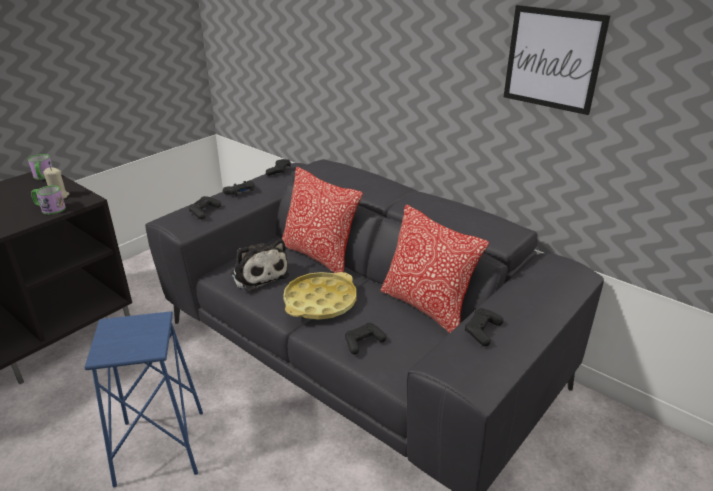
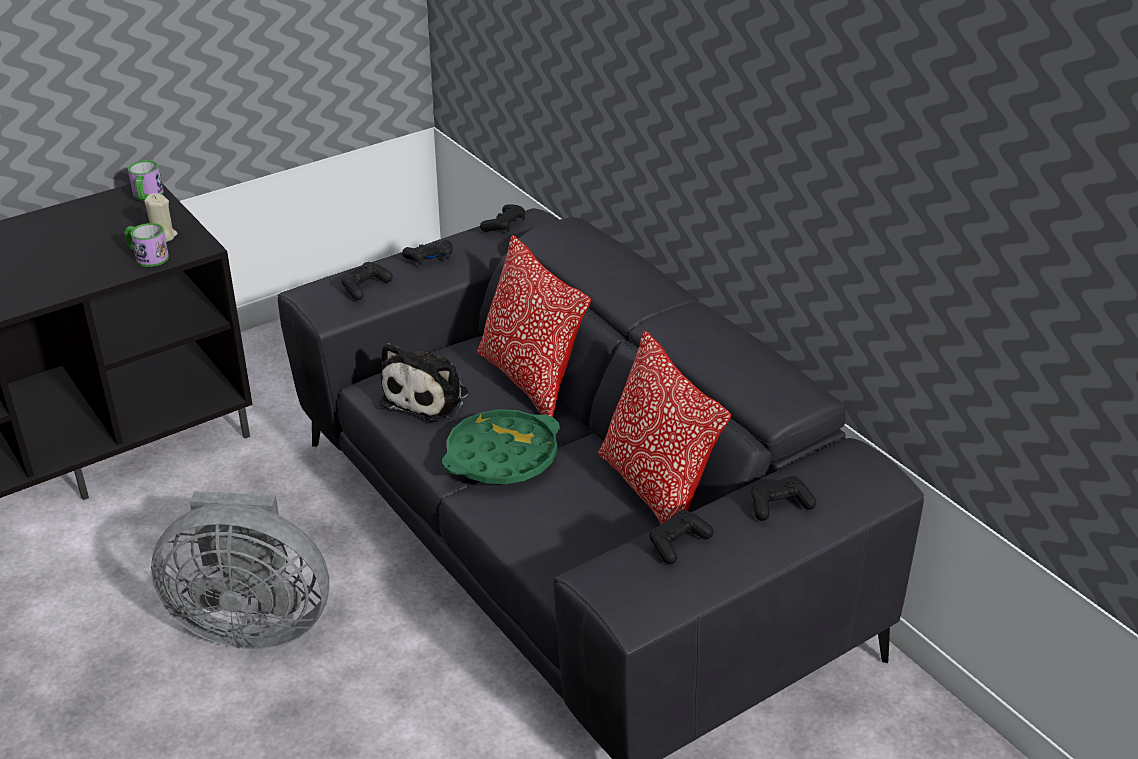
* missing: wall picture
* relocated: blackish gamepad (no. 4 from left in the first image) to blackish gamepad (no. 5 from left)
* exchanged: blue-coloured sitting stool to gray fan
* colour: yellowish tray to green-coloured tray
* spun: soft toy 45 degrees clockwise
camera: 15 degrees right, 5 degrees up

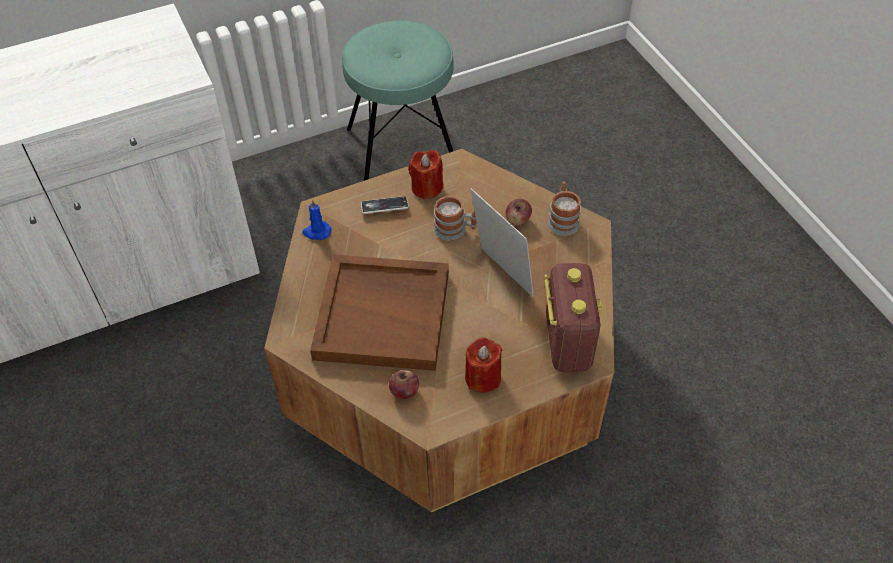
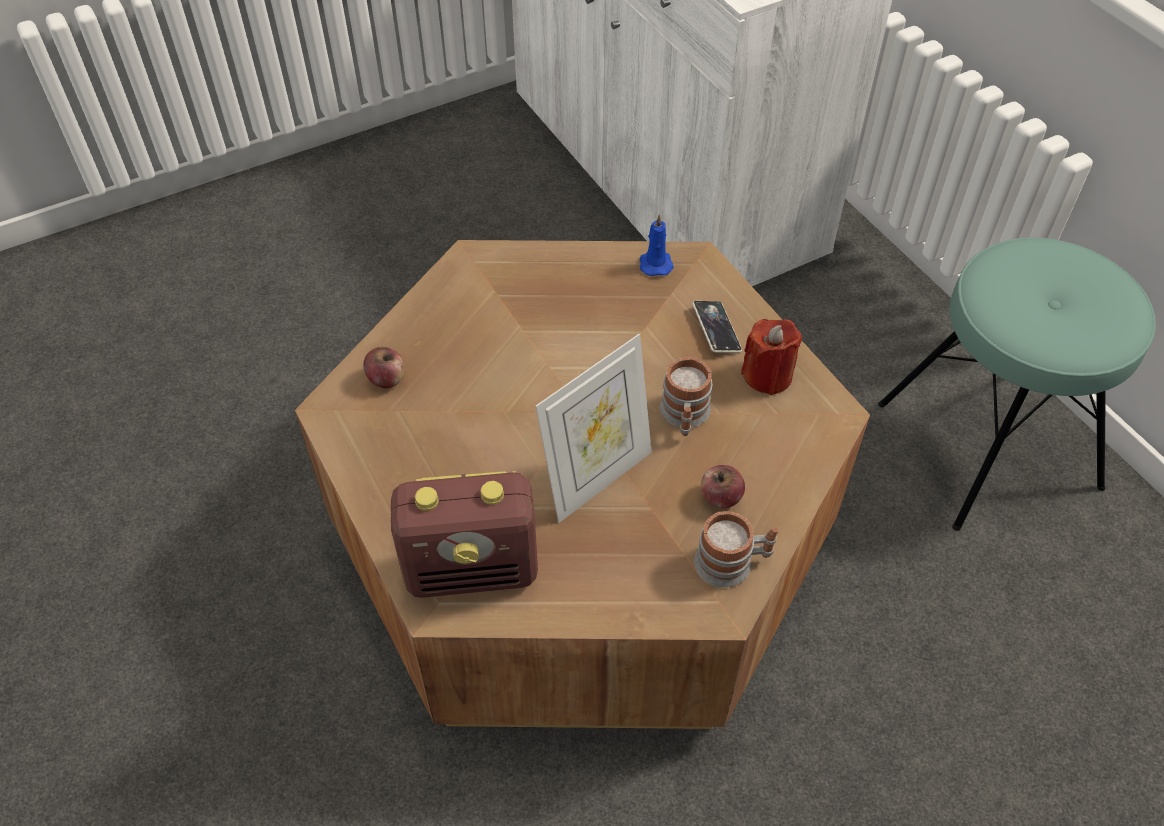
* missing: brownish tray
* missing: red wax light (no. 2 from left)
camera: 85 degrees right, 0 degrees up

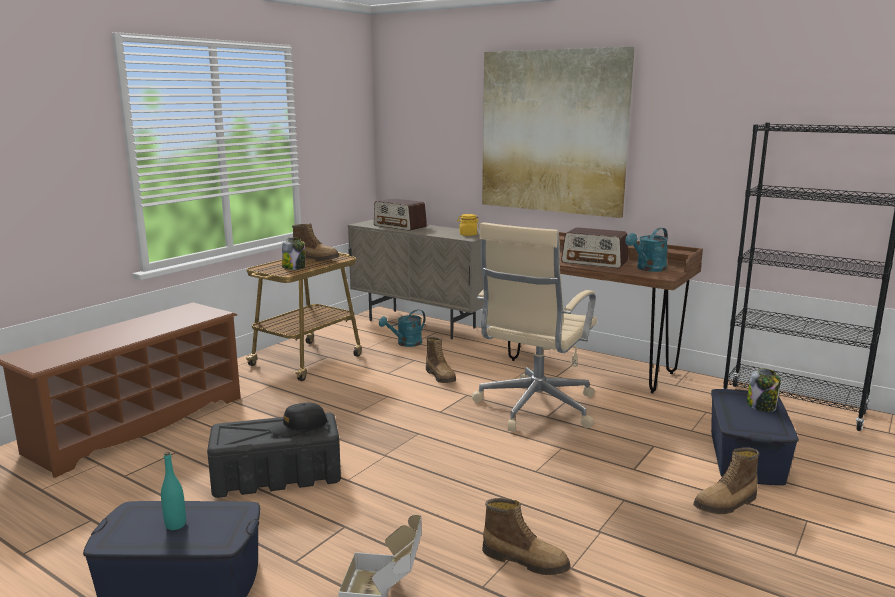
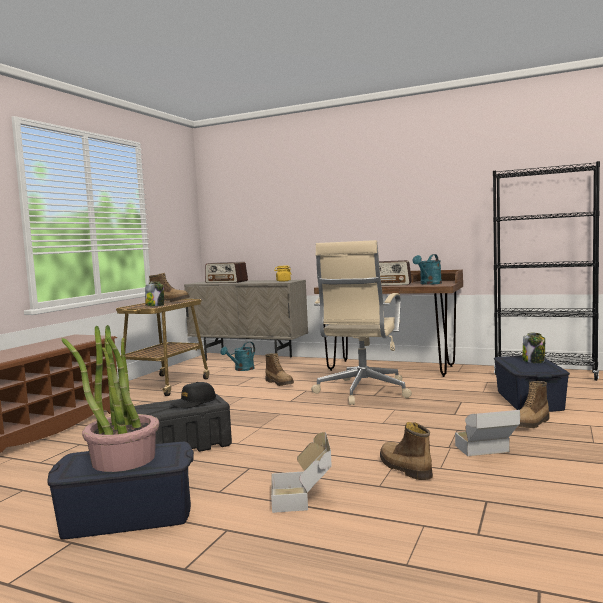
* missing: wall picture
* appeared: cardboard box (no. 2 from left)
* exchanged: turquoise-coloured bottle to potted plant
* spun: tall boot (no. 3 from left) 135 degrees counterclockwise
camera: 10 degrees left, 10 degrees down

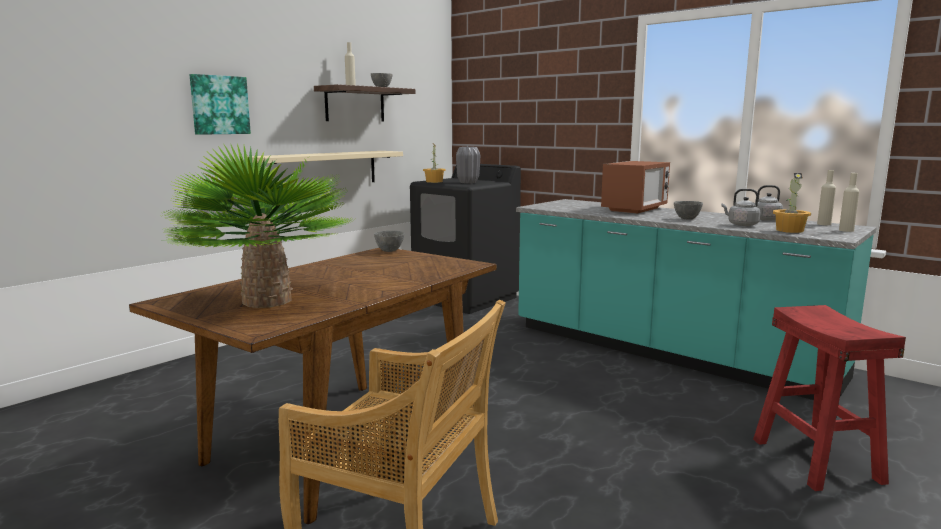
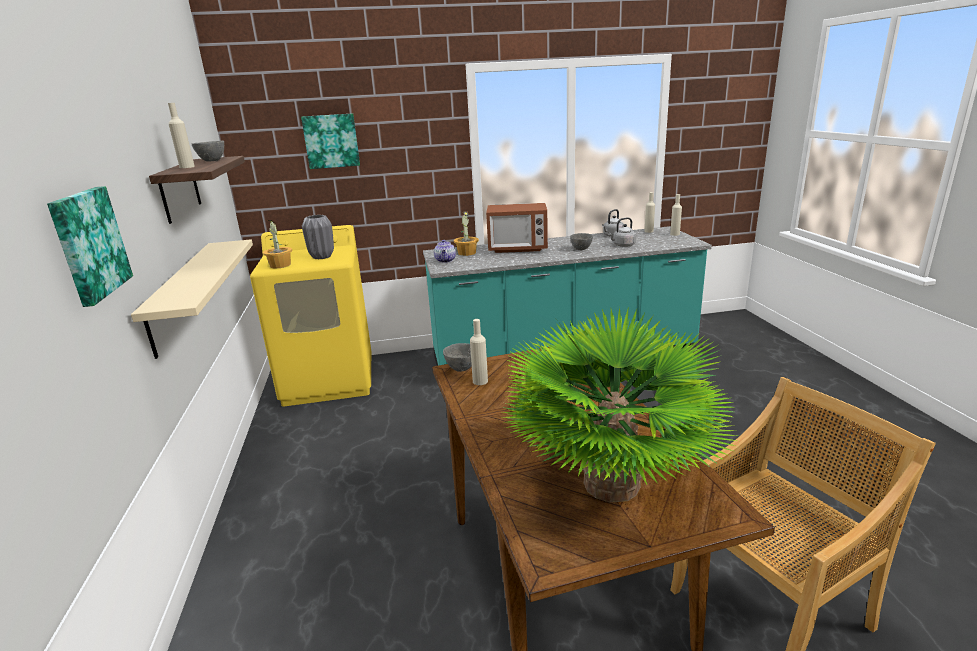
* missing: red sitting stool
* appeared: wall picture (no. 2 from left)
* appeared: pot for tea
* appeared: beige bottle (no. 2 from left)
* relocated: potted plant (no. 3 from left in the first image) to potted plant (no. 2 from left)
* colour: blackish laundry appliance to yellowish laundry appliance
* spun: microwave oven 105 degrees clockwise
camera: 50 degrees left, 10 degrees up

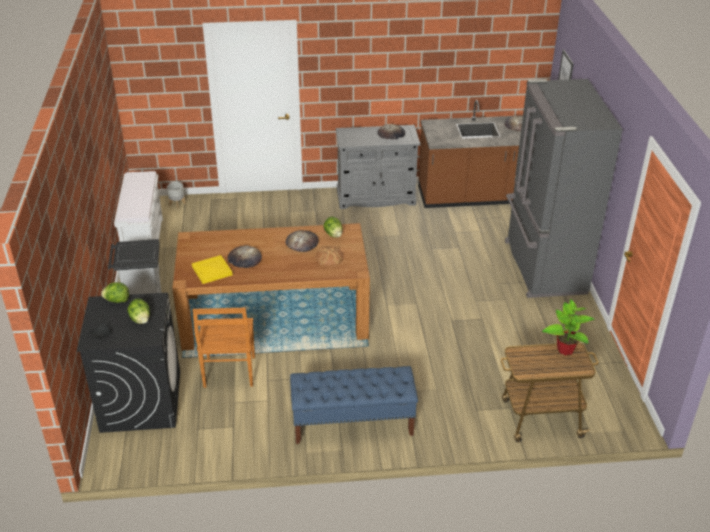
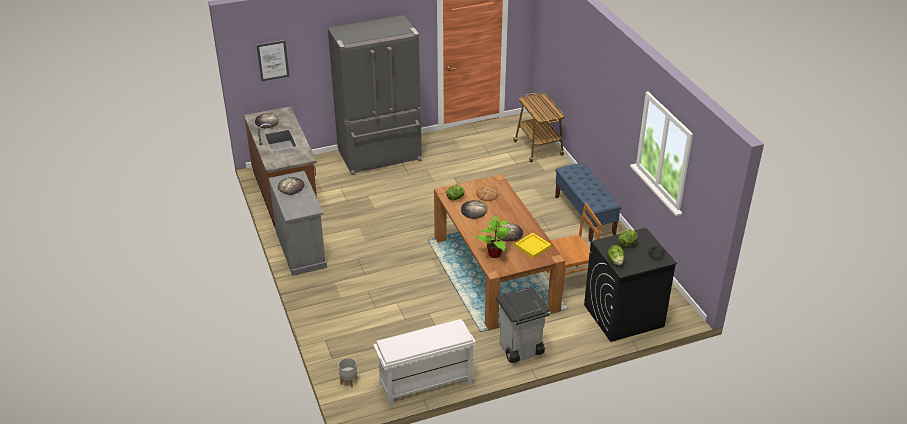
* relocated: potted plant
camera: 105 degrees left, 0 degrees up

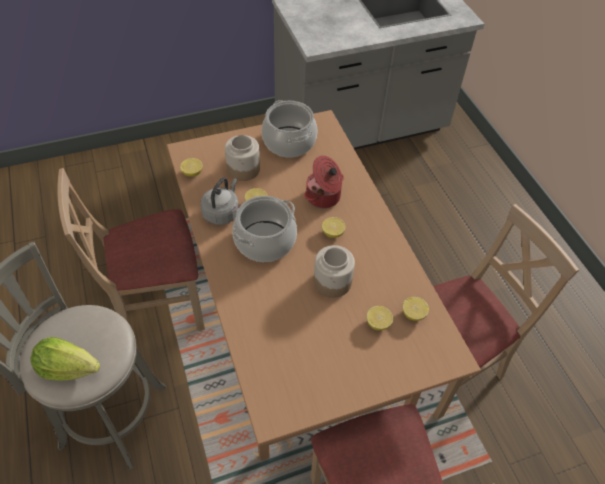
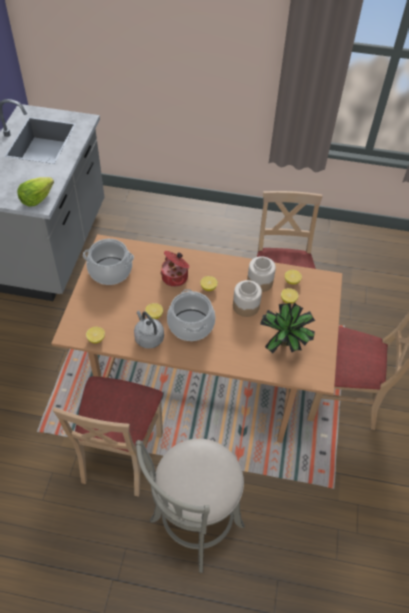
* appeared: potted plant
* relocated: lettuce
* relocated: storage jar (no. 1 from left in the first image) to storage jar (no. 2 from left)
camera: 60 degrees left, 0 degrees up

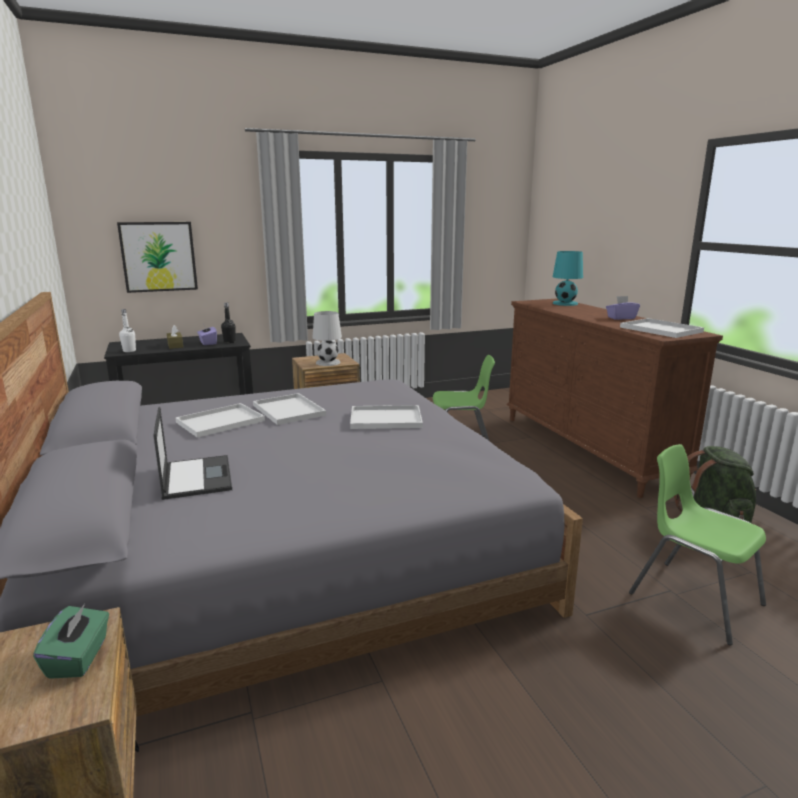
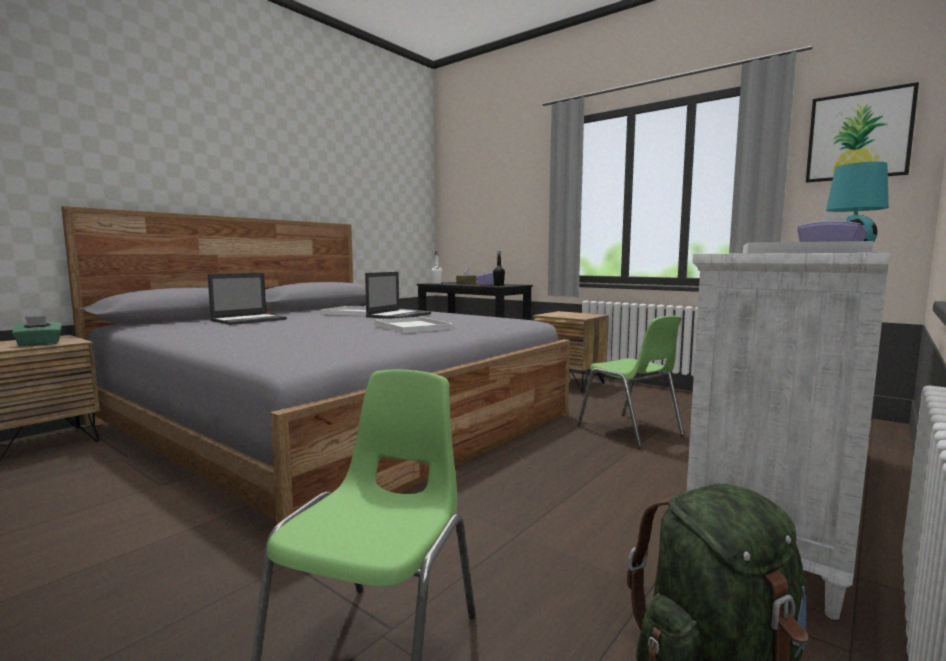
* missing: white table lamp
* relocated: wall picture
* exchanged: white tray (no. 2 from left) to laptop (no. 2 from left)
* colour: brownish chest of drawers to white chest of drawers
camera: 60 degrees right, 10 degrees down

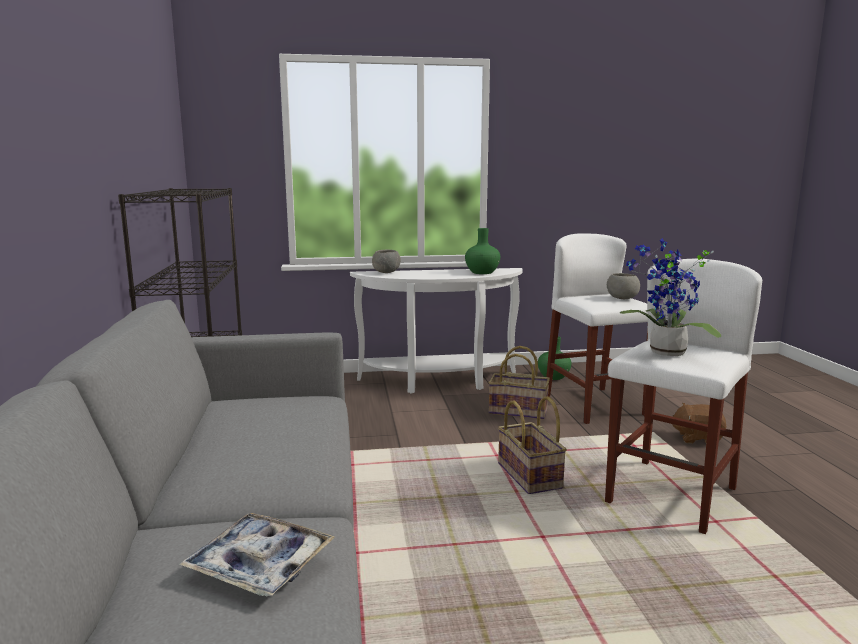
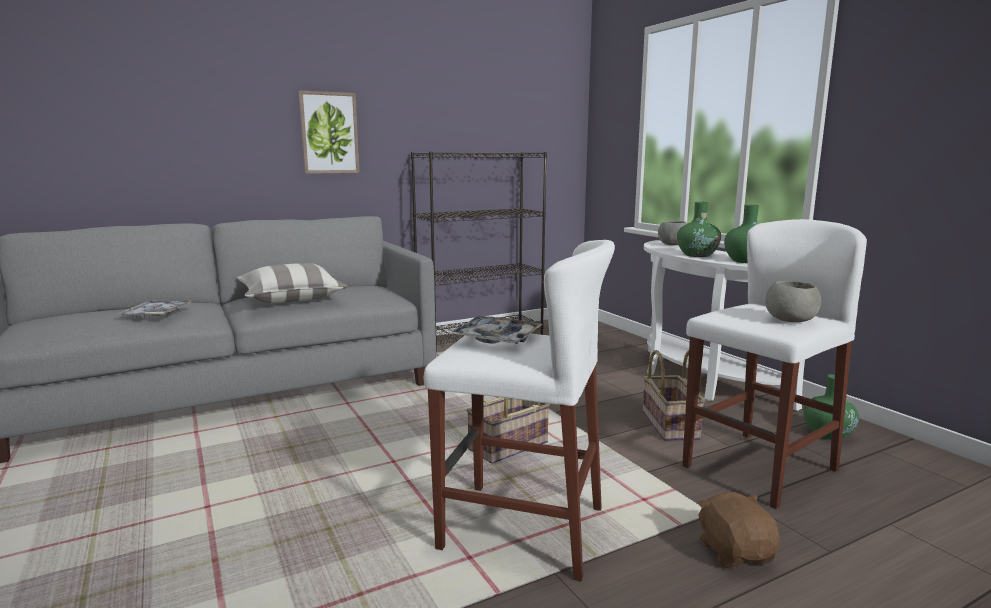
* appeared: cushion
* appeared: wall picture
* appeared: green-coloured decorative vase (no. 1 from left)
* exchanged: potted plant to tray (no. 2 from left)
camera: 70 degrees right, 0 degrees up

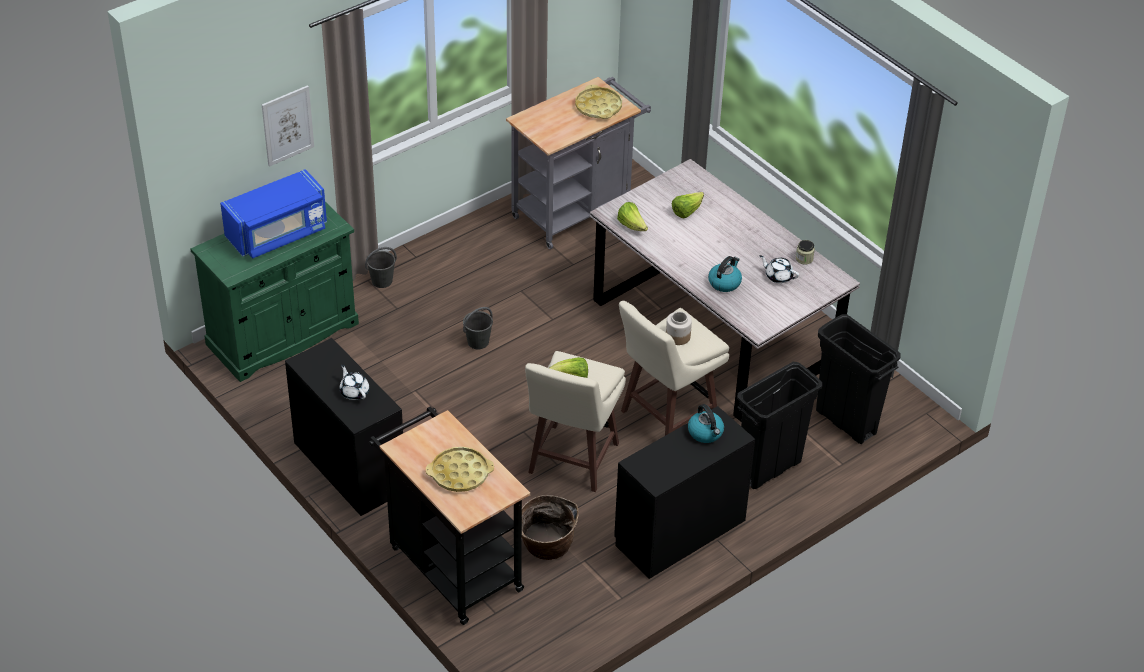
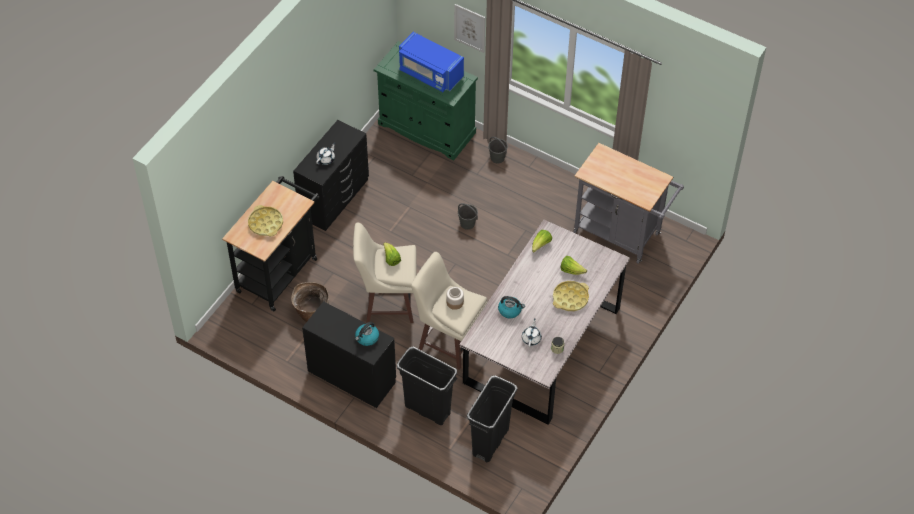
* relocated: yellowish tray (no. 2 from left)
camera: 70 degrees right, 10 degrees up

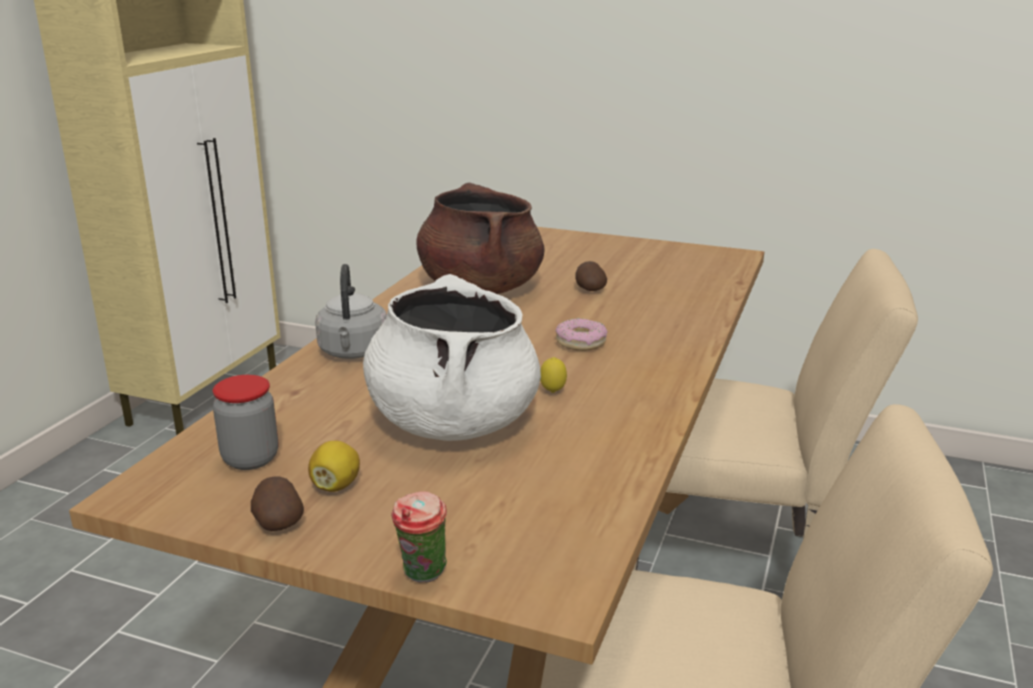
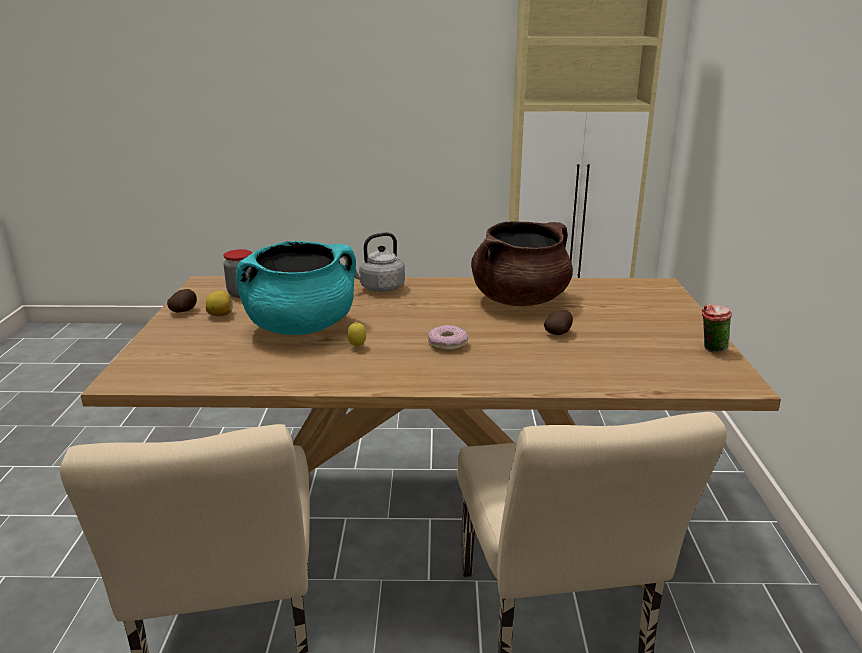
* relocated: cup
* colour: white cooking pot to turquoise-coloured cooking pot
camera: 70 degrees right, 0 degrees up

